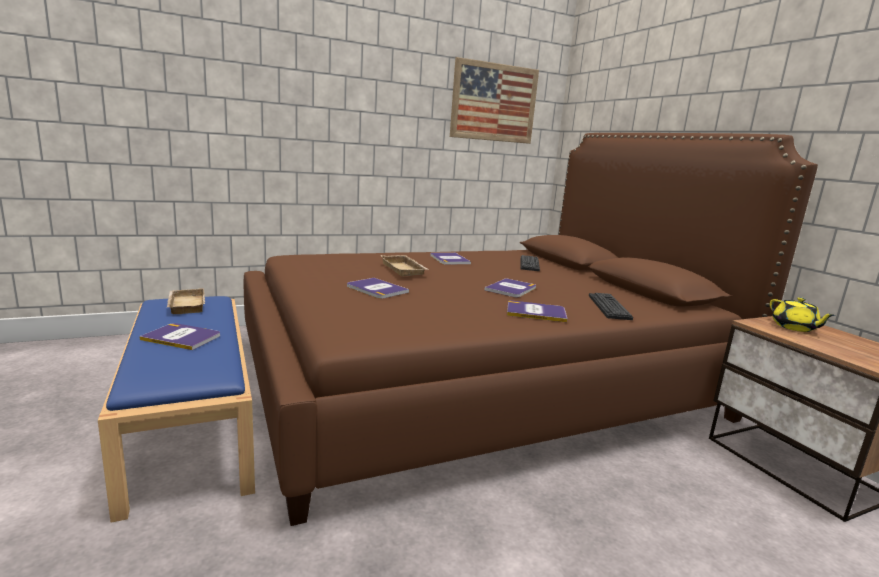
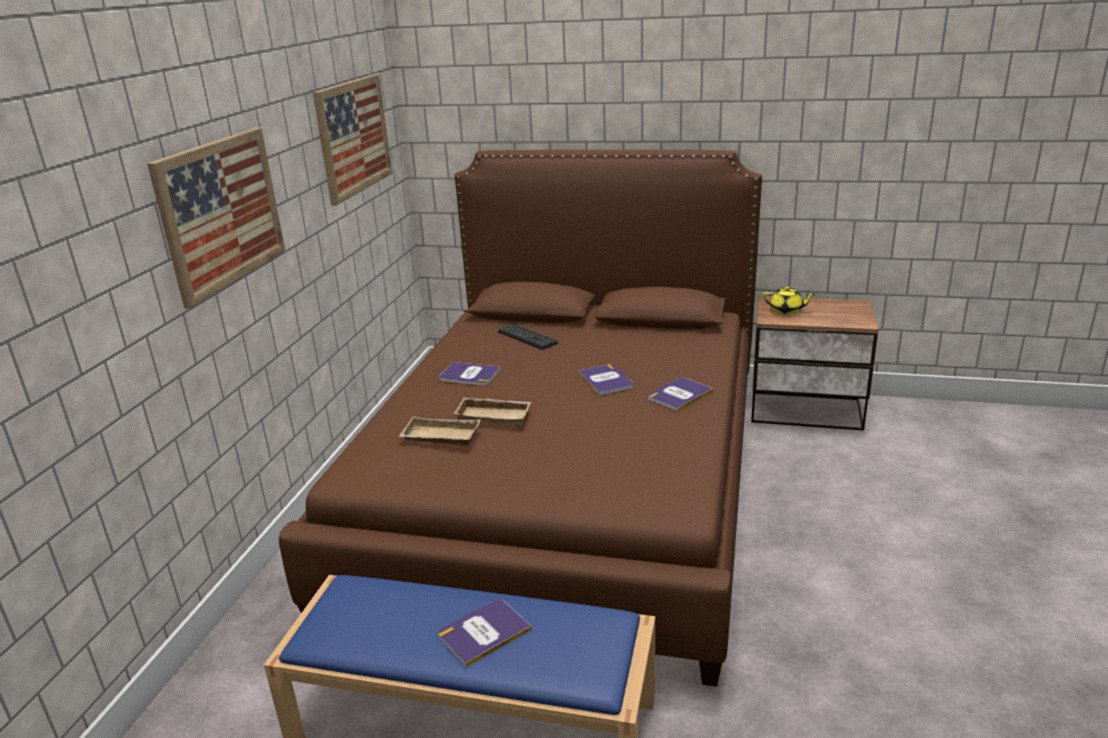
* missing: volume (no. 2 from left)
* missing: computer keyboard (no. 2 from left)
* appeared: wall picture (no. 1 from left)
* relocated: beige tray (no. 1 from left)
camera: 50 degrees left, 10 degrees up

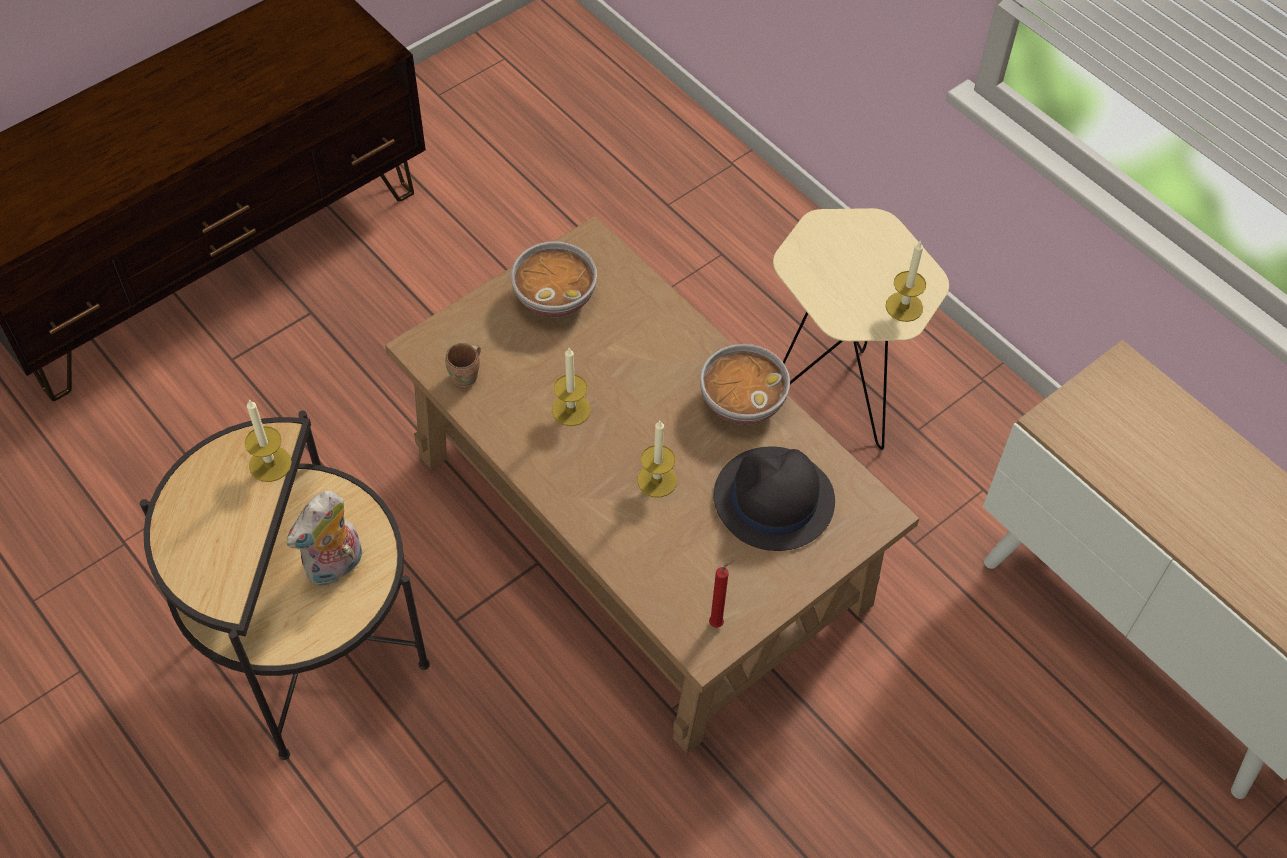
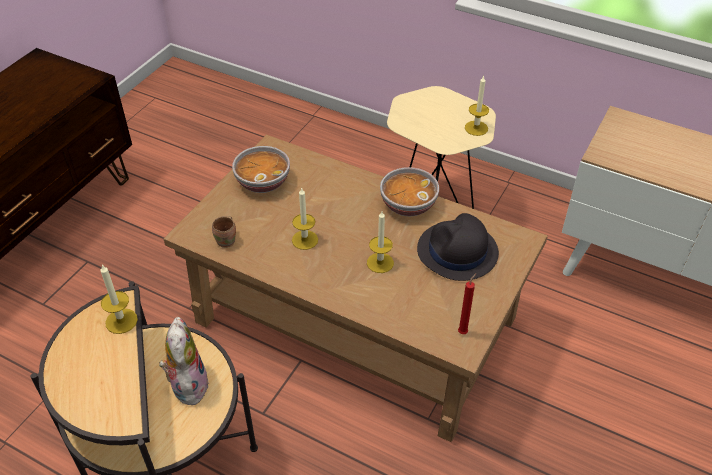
* spun: soft toy 150 degrees clockwise
camera: 20 degrees left, 10 degrees down

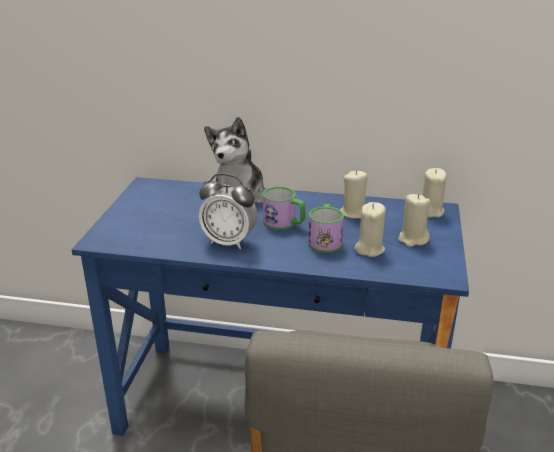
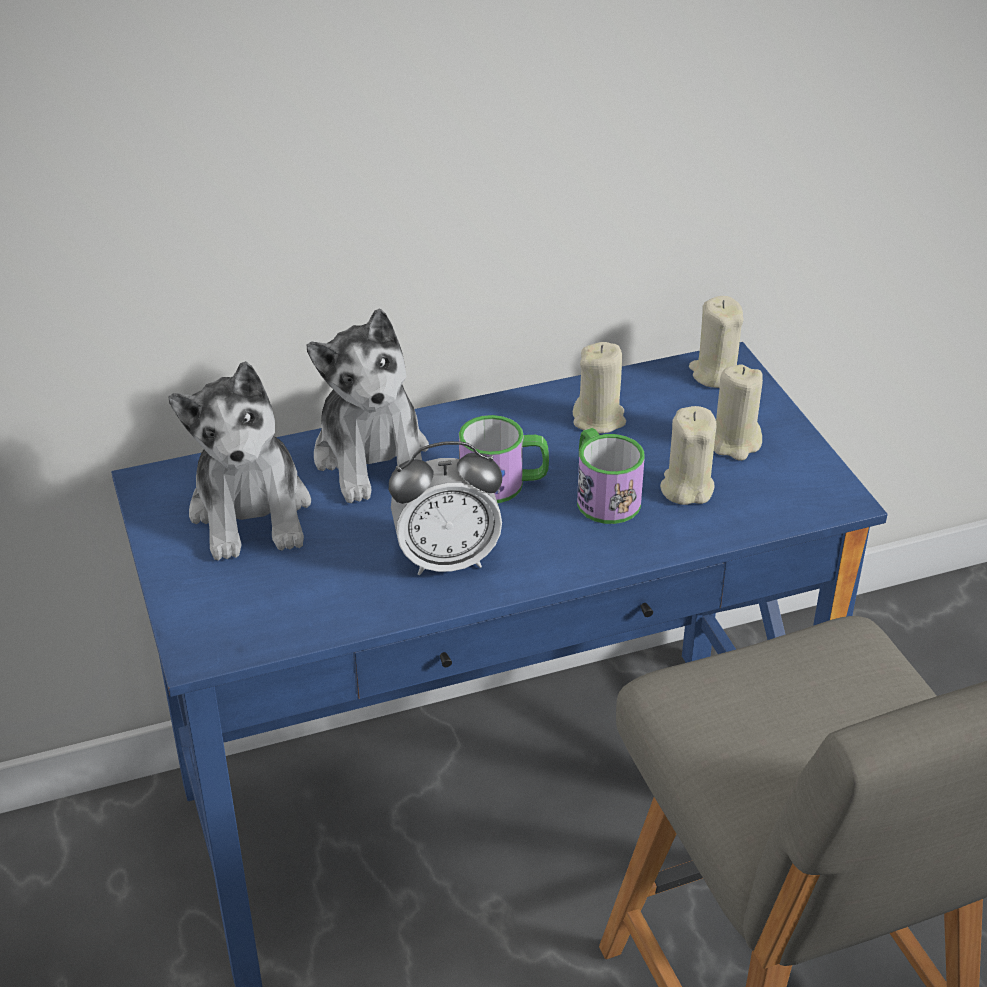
* appeared: soft toy (no. 1 from left)
camera: 30 degrees left, 10 degrees up

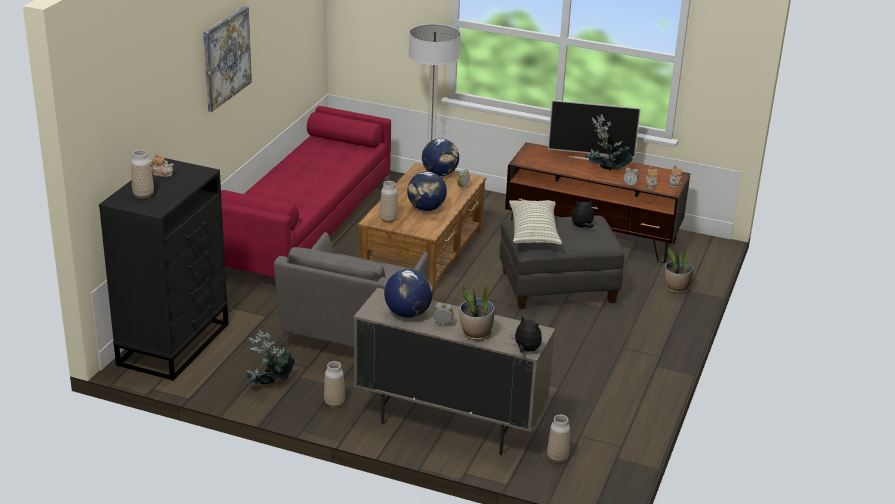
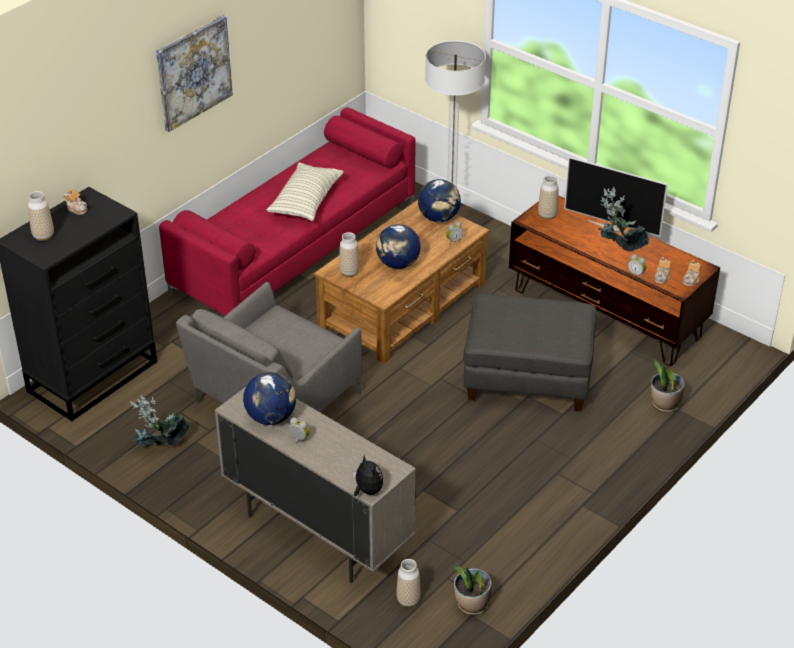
* missing: soft toy (no. 2 from left)
* relocated: decorative vase (no. 2 from left in the first image) to decorative vase (no. 4 from left)
* relocated: potted plant (no. 2 from left)
* relocated: cushion
camera: 20 degrees right, 10 degrees up

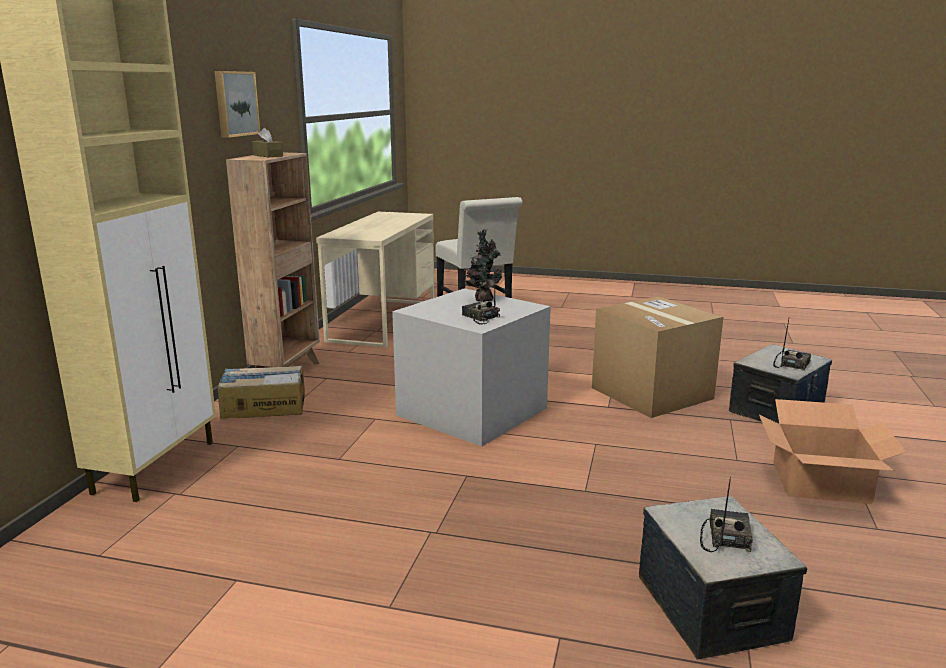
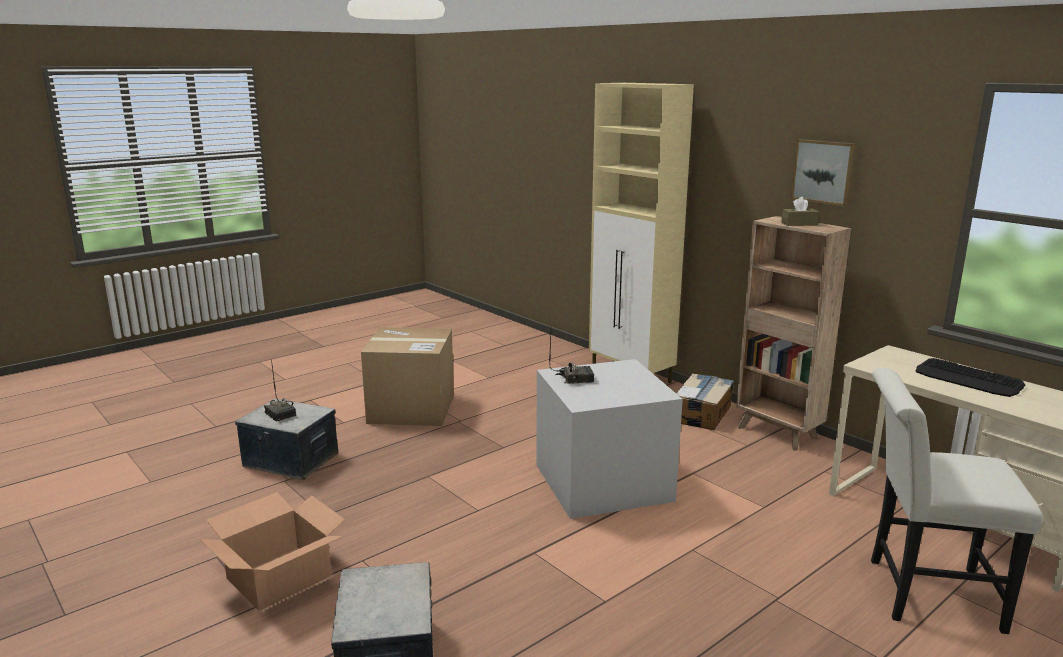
* missing: potted plant
* missing: radio set (no. 3 from left)
* appeared: computer keyboard
* relocated: cardboard box (no. 2 from left)
camera: 125 degrees right, 0 degrees up

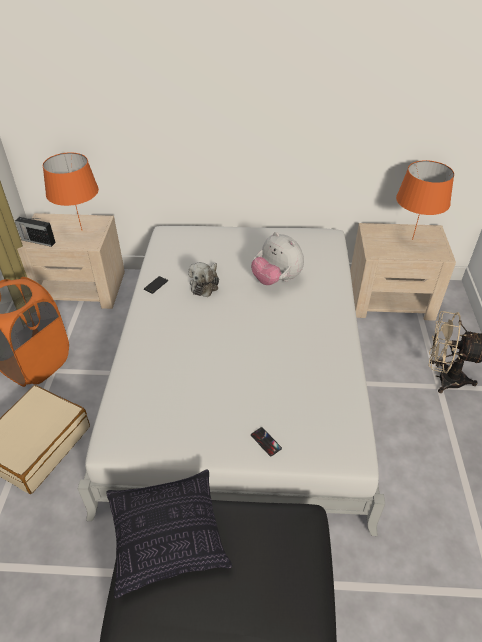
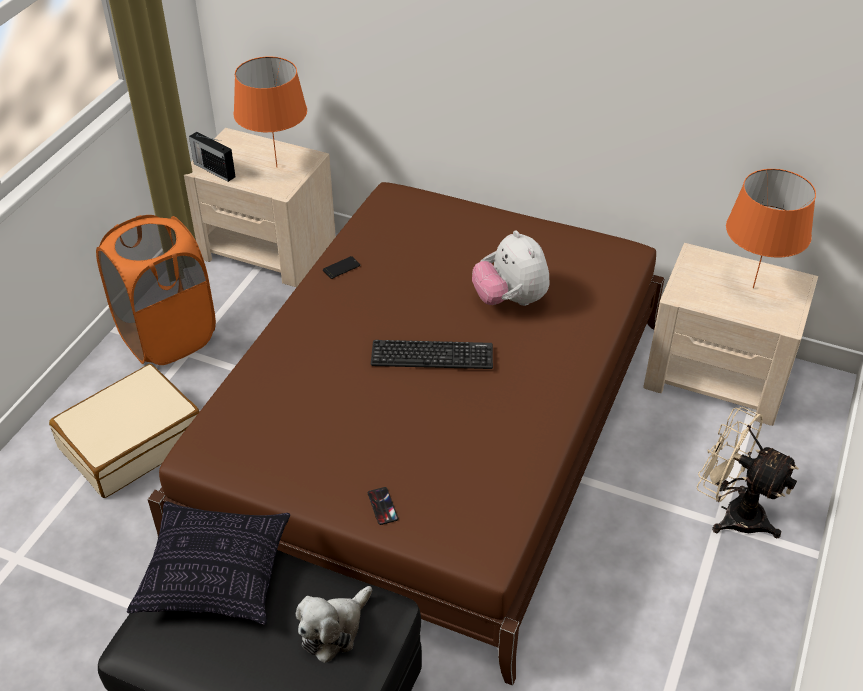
* appeared: computer keyboard
* relocated: soft toy (no. 1 from left)
* colour: white bedroom bed to brownish bedroom bed
camera: 20 degrees right, 0 degrees up

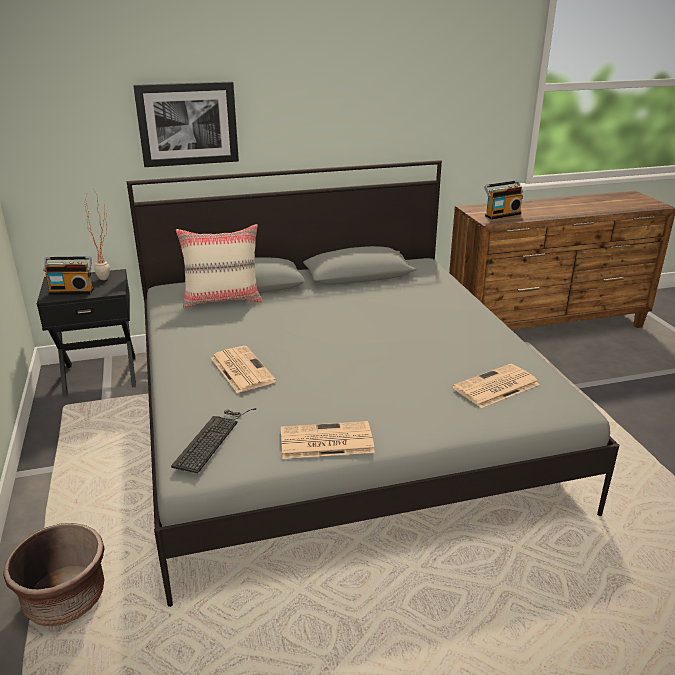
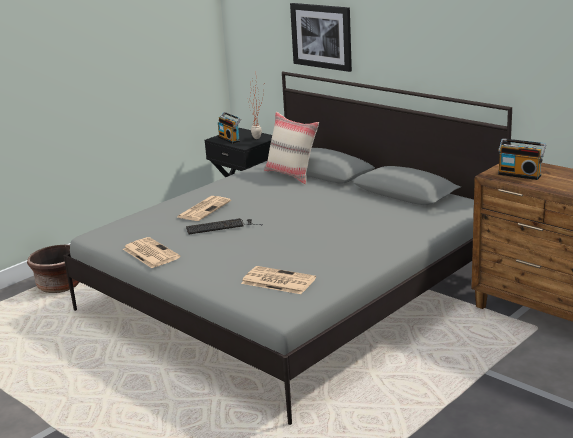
* relocated: computer keyboard
camera: 60 degrees right, 5 degrees down

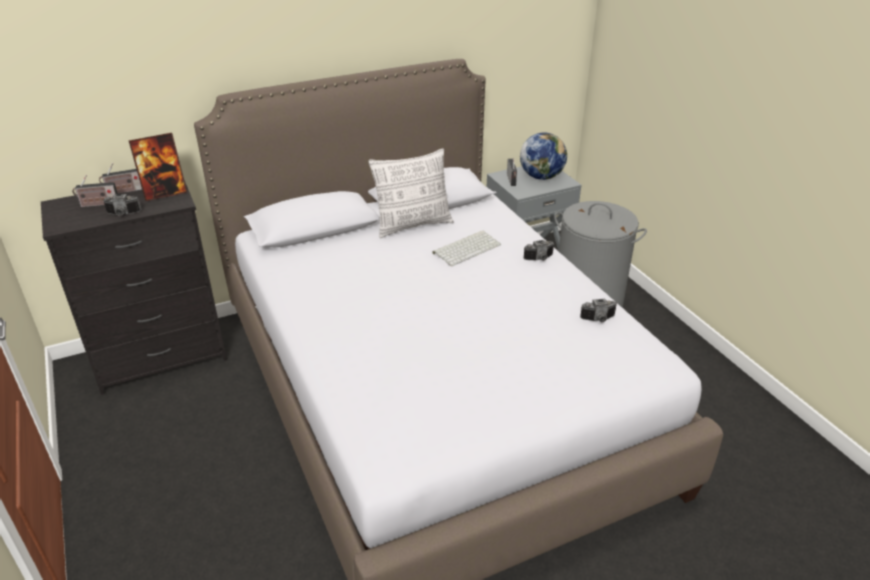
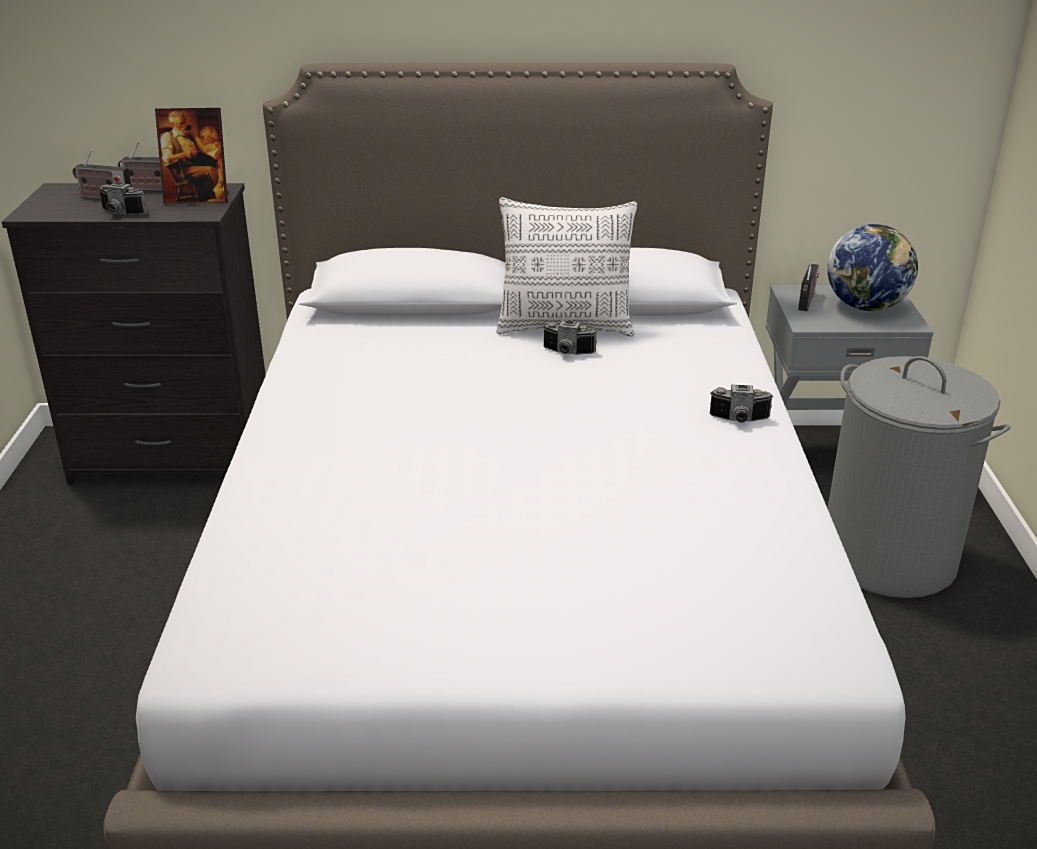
* missing: computer keyboard
* relocated: still camera (no. 3 from left in the first image) to still camera (no. 2 from left)
camera: 25 degrees right, 5 degrees down

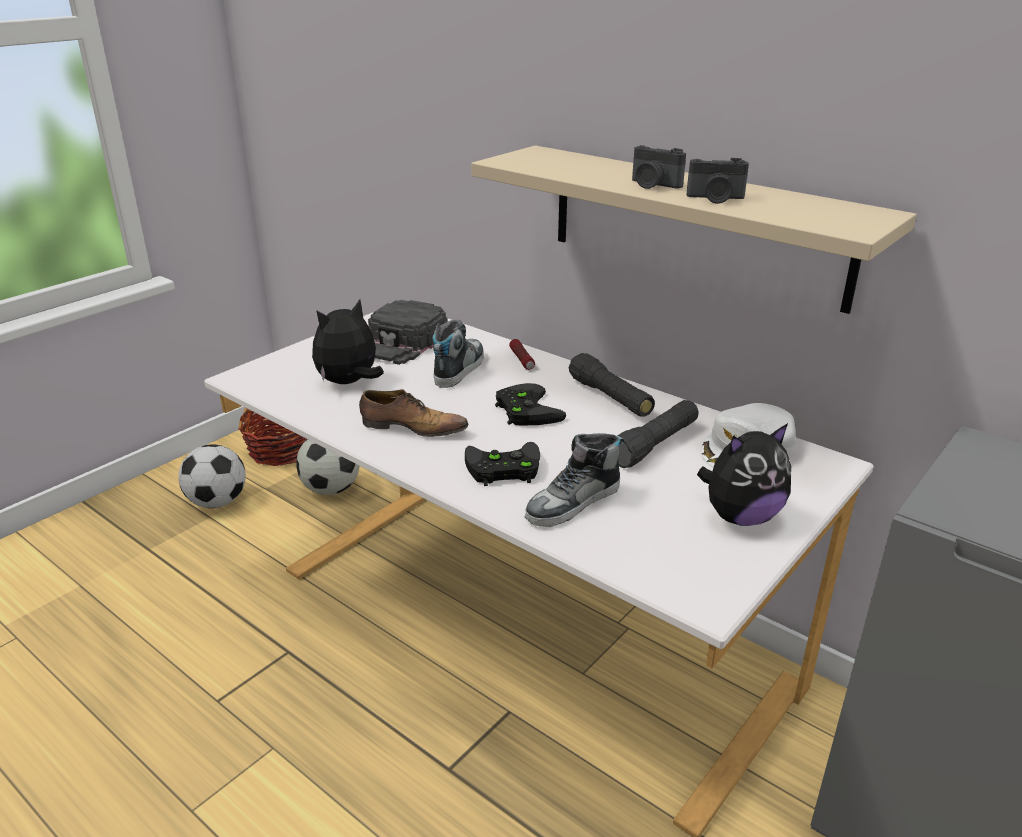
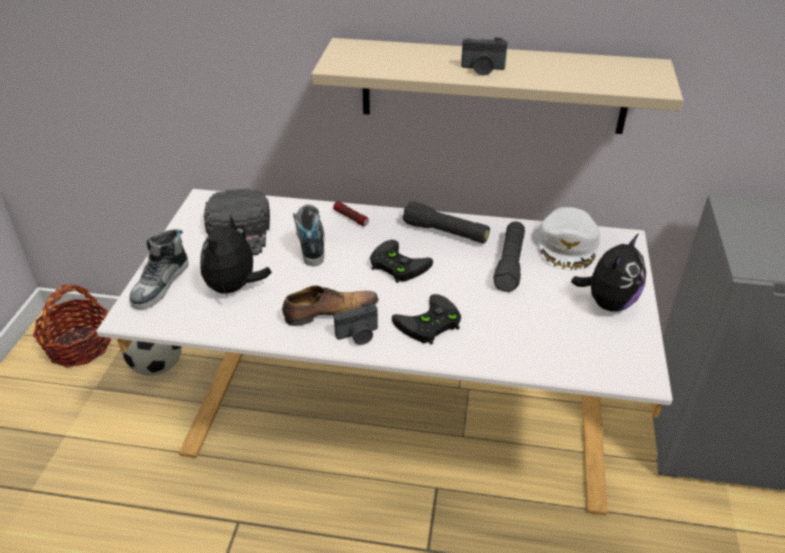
* missing: ball for football (no. 1 from left)
* relocated: item of footwear (no. 3 from left in the first image) to item of footwear (no. 1 from left)
* relocated: still camera (no. 2 from left in the first image) to still camera (no. 1 from left)
camera: 30 degrees left, 10 degrees up

